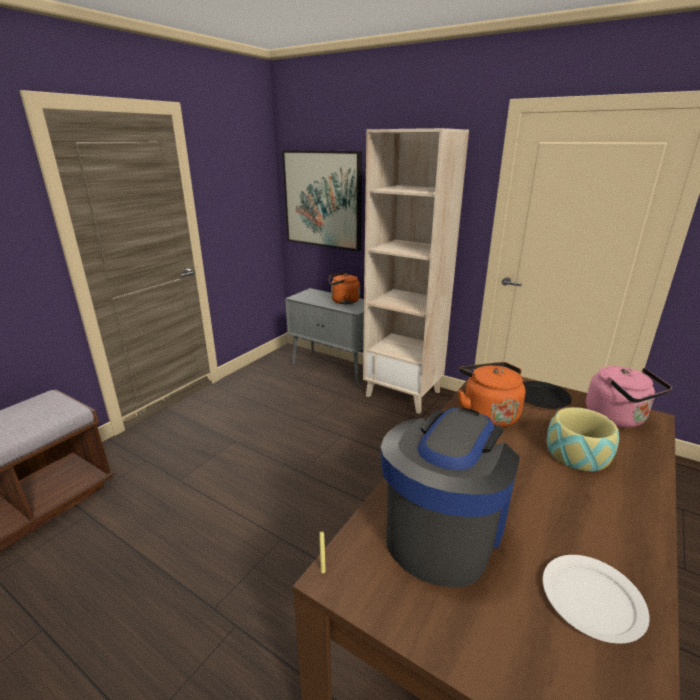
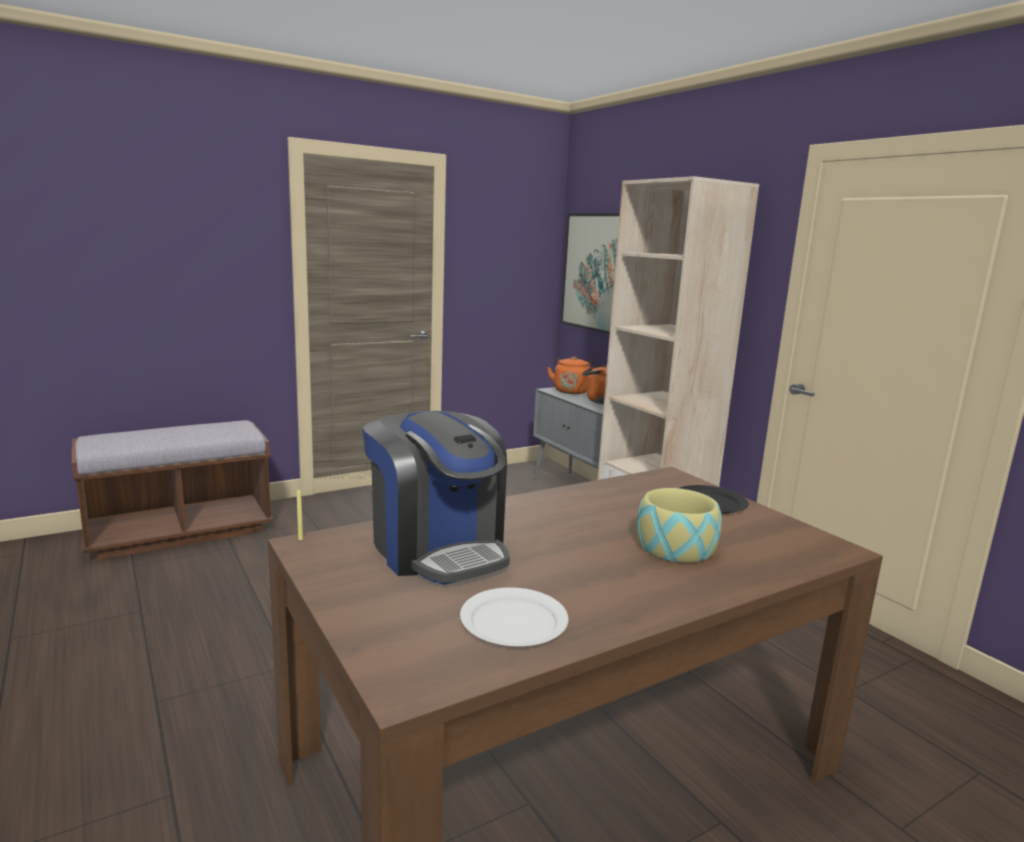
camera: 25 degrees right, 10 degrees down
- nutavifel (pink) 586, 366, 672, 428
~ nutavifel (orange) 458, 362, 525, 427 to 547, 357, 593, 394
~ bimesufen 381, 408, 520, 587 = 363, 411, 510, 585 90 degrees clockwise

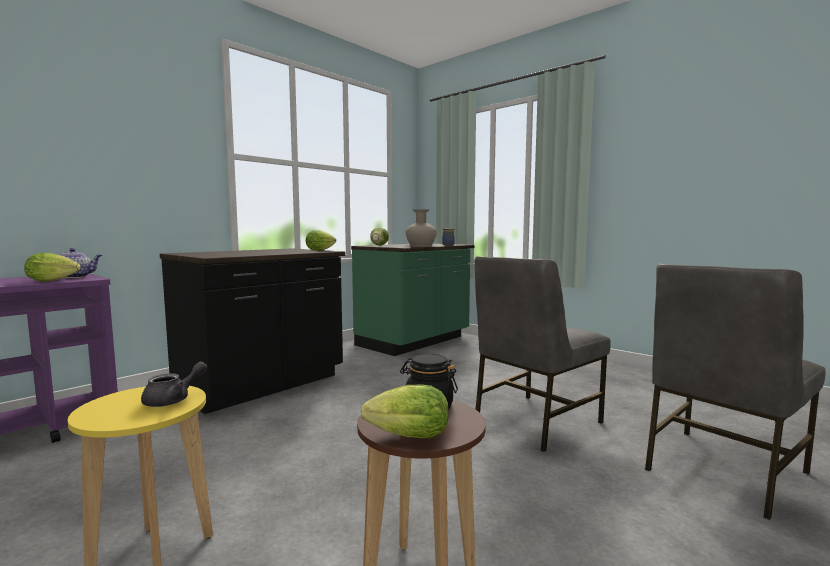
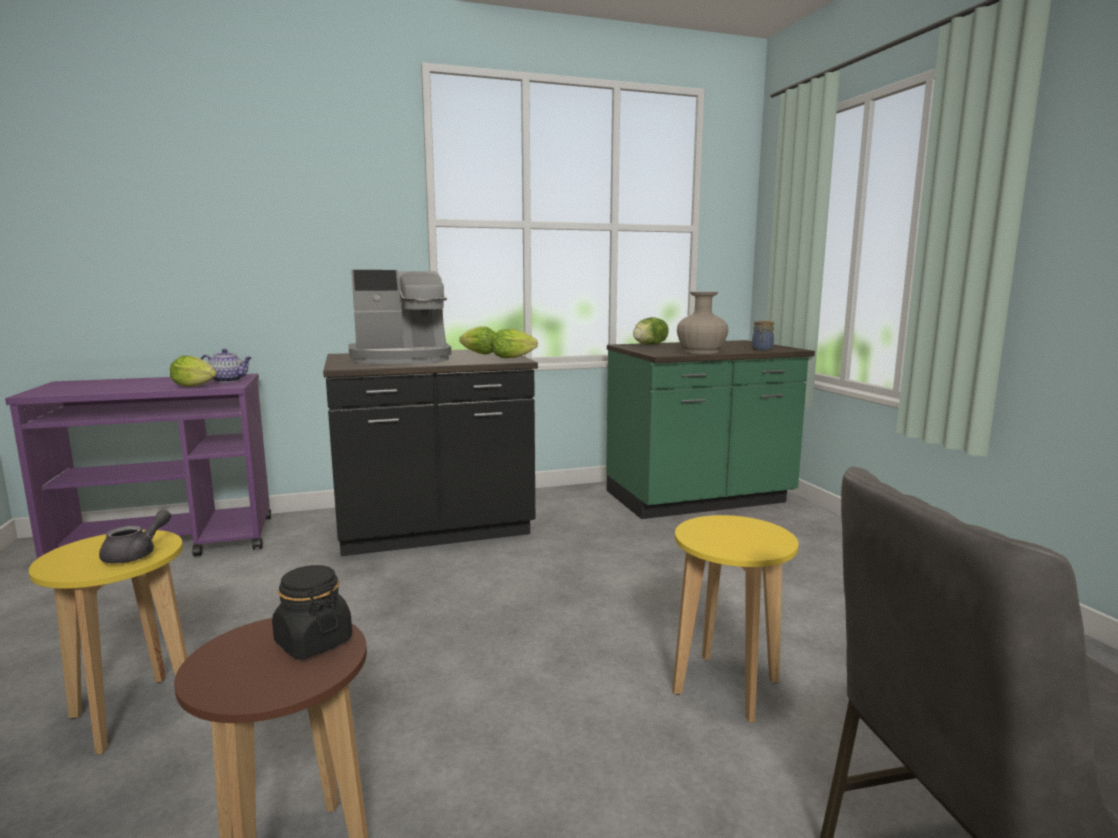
camera: 30 degrees right, 5 degrees up
+ bimesufen 349, 270, 451, 365
~ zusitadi 361, 385, 449, 439 to 459, 326, 495, 355
~ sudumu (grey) 474, 256, 611, 452 to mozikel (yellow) 672, 515, 799, 723
~ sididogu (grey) 141, 362, 207, 407 = 99, 510, 171, 564 45 degrees counterclockwise

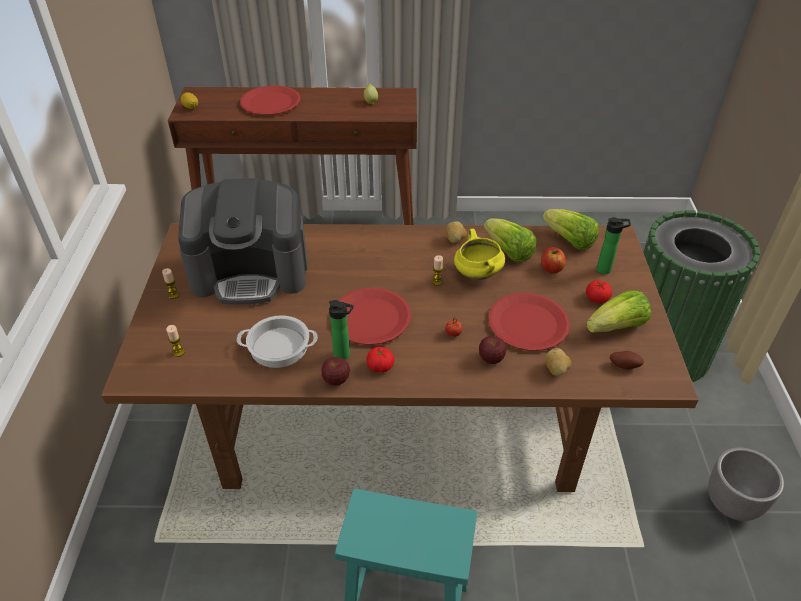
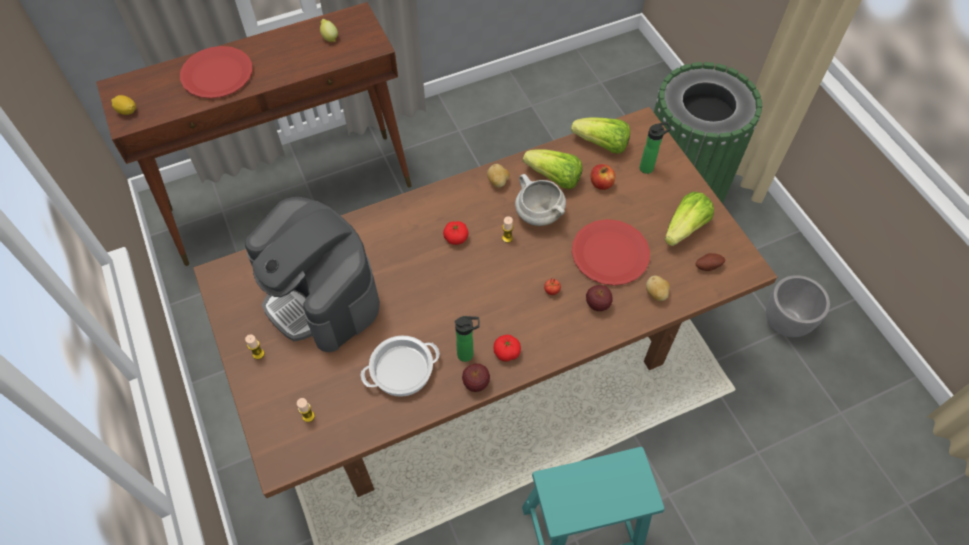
camera: 25 degrees left, 15 degrees up
- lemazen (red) 338, 288, 411, 345
~ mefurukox 586, 280, 612, 303 to 443, 221, 469, 245
~ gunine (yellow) 454, 229, 505, 280 to gunine (white) 515, 174, 566, 226
~ bimesufen 178, 178, 308, 305 = 245, 197, 380, 352 75 degrees clockwise

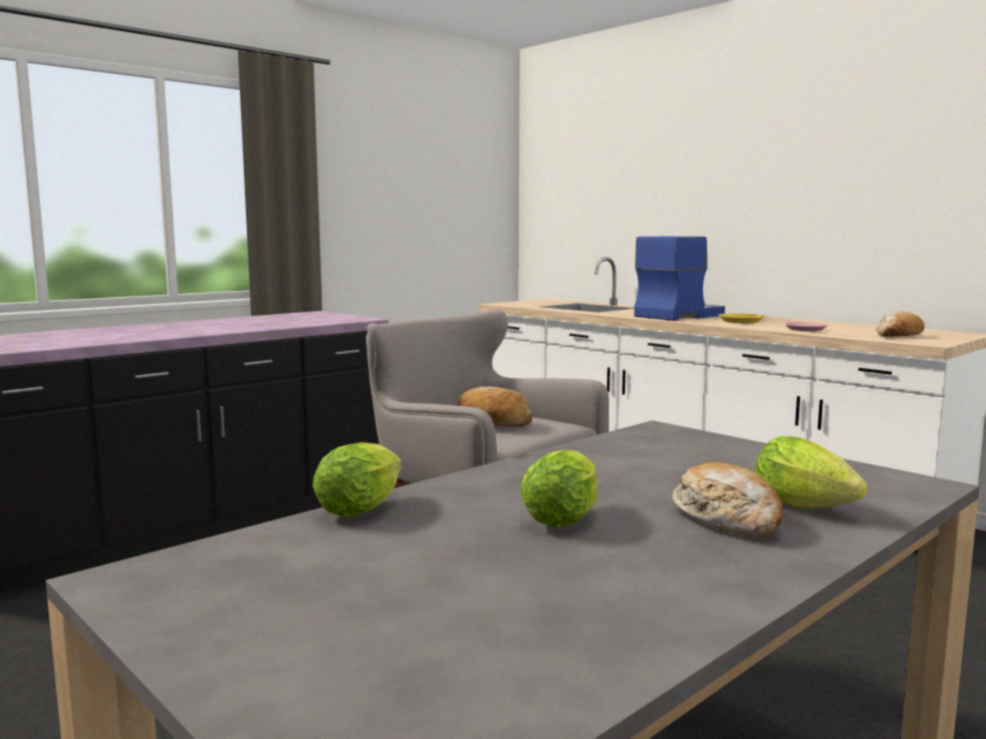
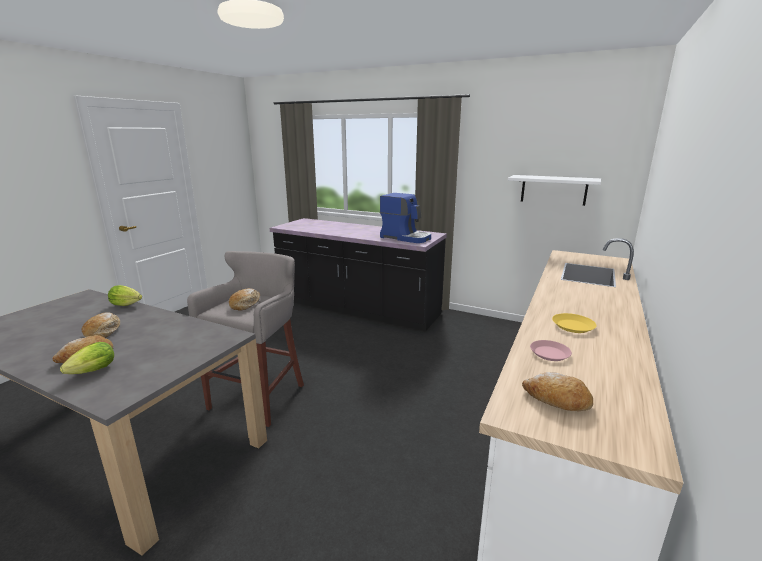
camera: 70 degrees right, 10 degrees up
+ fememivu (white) 508, 175, 601, 206
~ bimesufen 634, 236, 725, 321 to 380, 193, 431, 243
~ zusitadi 520, 450, 598, 528 to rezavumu 82, 312, 121, 338

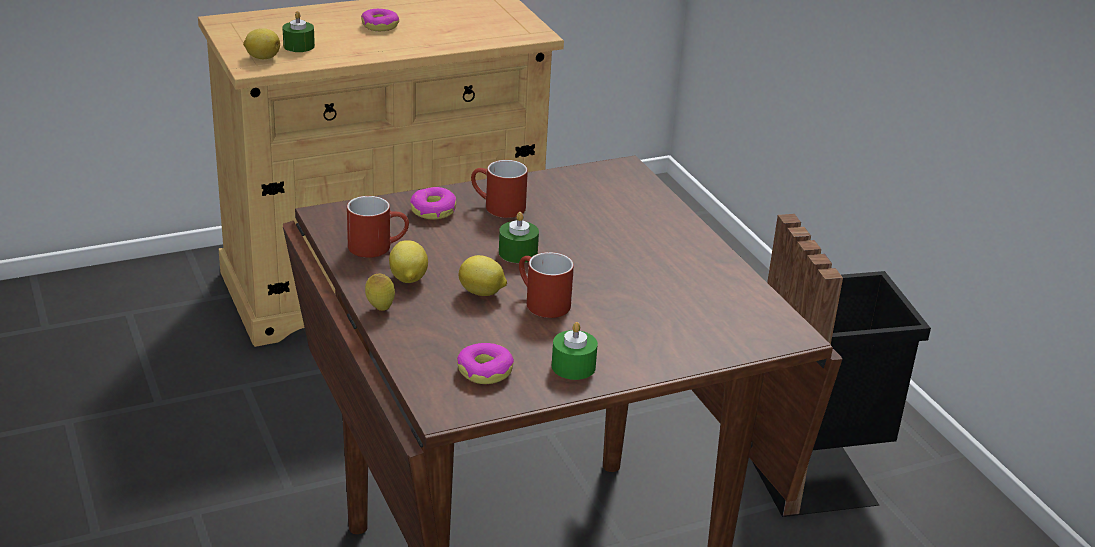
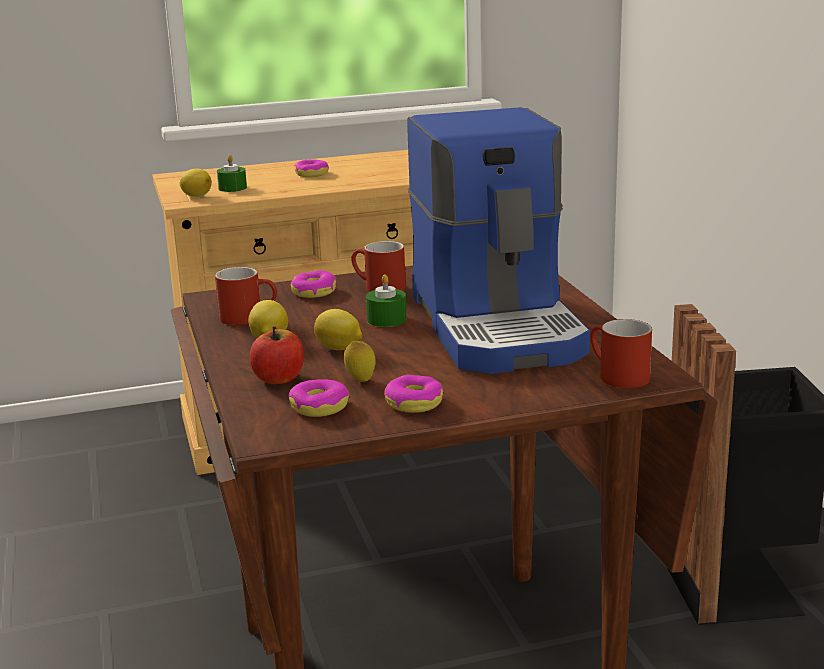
camera: 10 degrees right, 10 degrees down
+ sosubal 250, 327, 304, 384
+ bimesufen 407, 107, 590, 374
~ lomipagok 365, 274, 395, 311 to 344, 341, 376, 382
~ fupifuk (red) 519, 252, 574, 318 to 590, 319, 652, 389
~ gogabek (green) 552, 322, 598, 380 to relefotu 384, 375, 444, 413

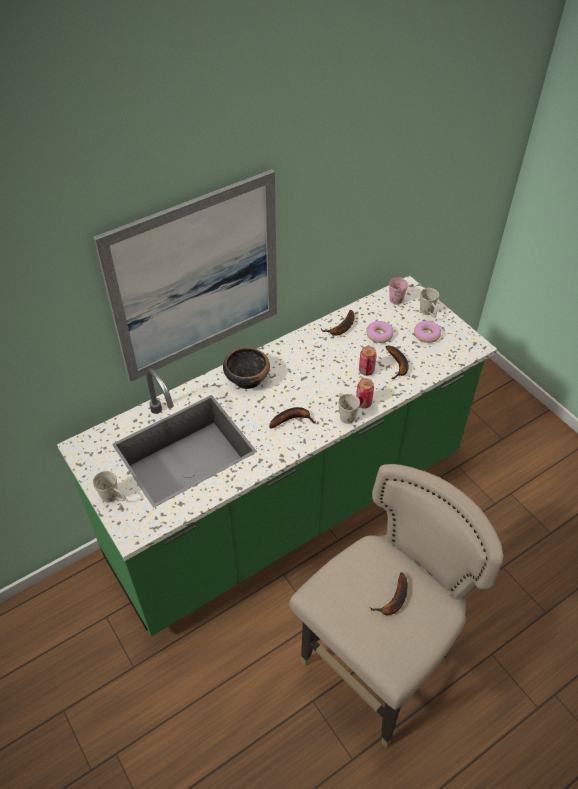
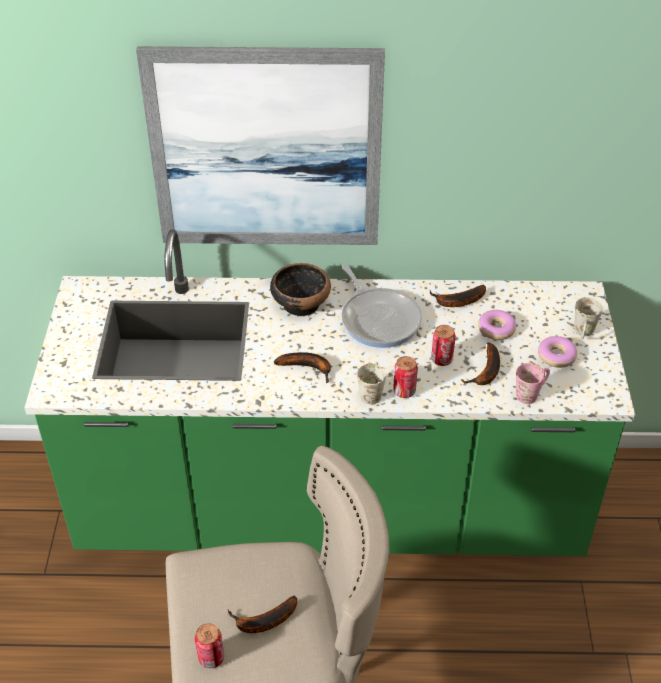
camera: 35 degrees right, 5 degrees down
- fupifuk (white) 93, 471, 126, 502
+ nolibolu 195, 623, 224, 669
+ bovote 342, 265, 422, 348
~ fupifuk (pink) 389, 278, 408, 305 to 516, 363, 550, 404

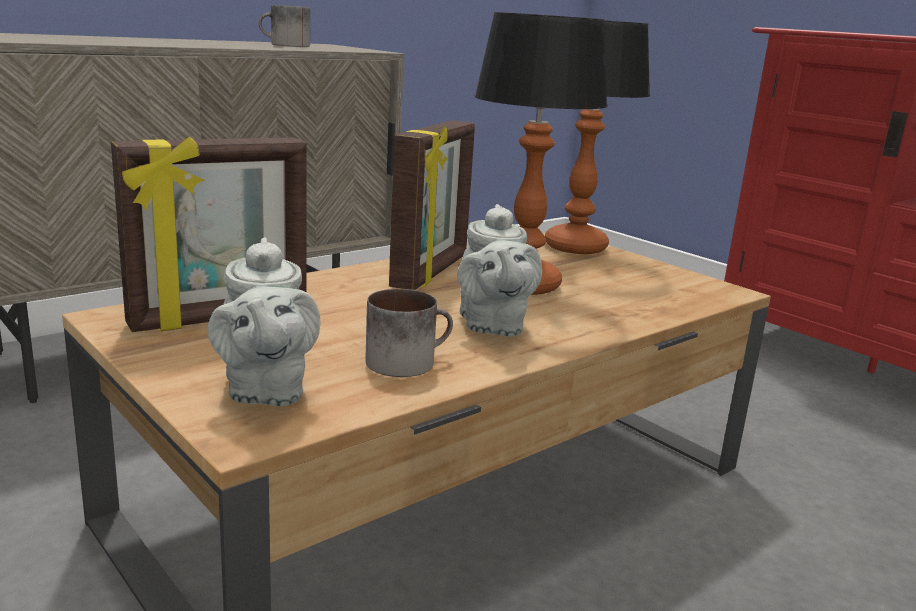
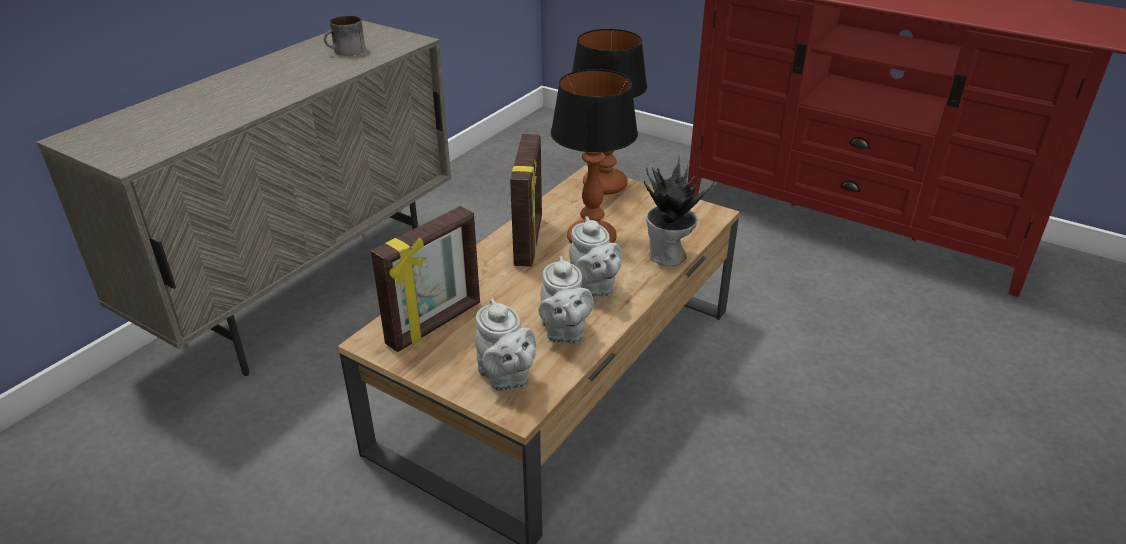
camera: 15 degrees left, 15 degrees up
+ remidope 644, 156, 715, 266
~ fupifuk 365, 289, 453, 377 to sididogu (grey) 538, 256, 594, 343

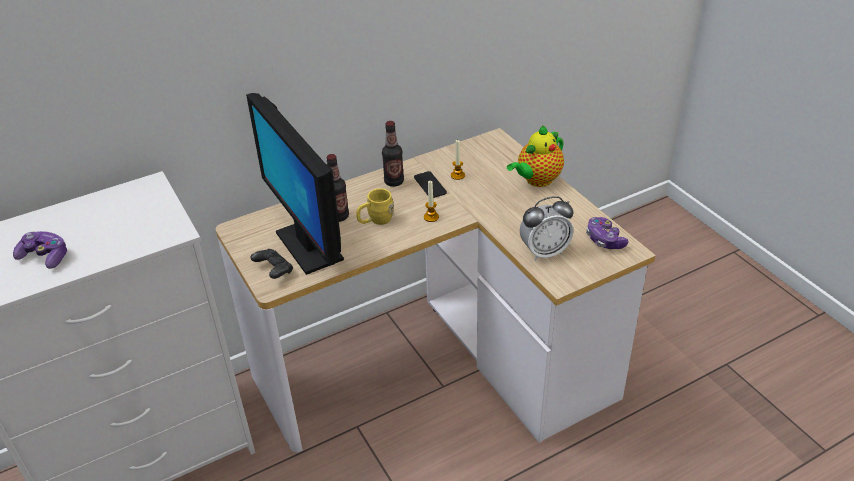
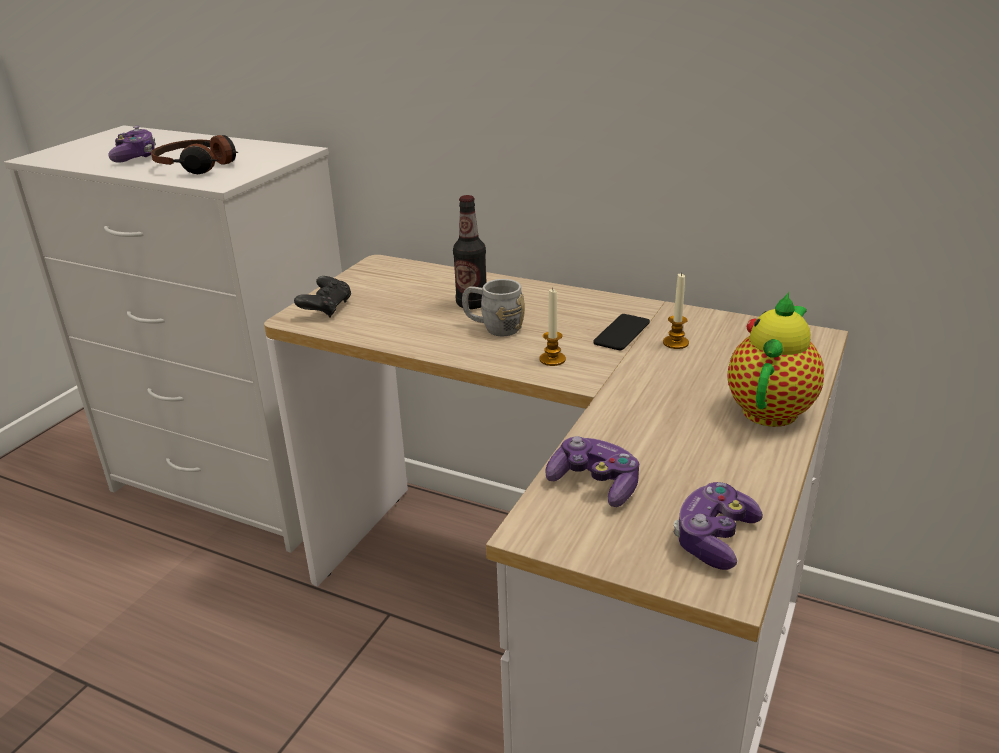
camera: 55 degrees right, 10 degrees down
- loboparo 246, 93, 344, 275
- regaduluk 382, 121, 404, 187
+ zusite 151, 135, 238, 174
~ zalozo 520, 196, 574, 261 to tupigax 545, 436, 639, 507
~ fupifuk (yellow) 356, 188, 394, 225 to fupifuk (grey) 462, 279, 525, 336
~ sididogu 507, 125, 564, 187 = 727, 292, 824, 427 105 degrees clockwise

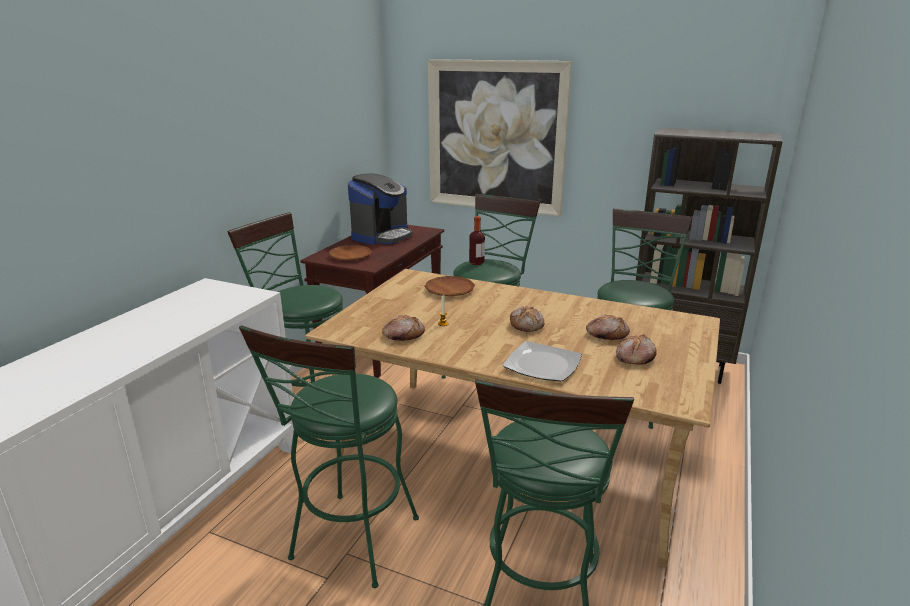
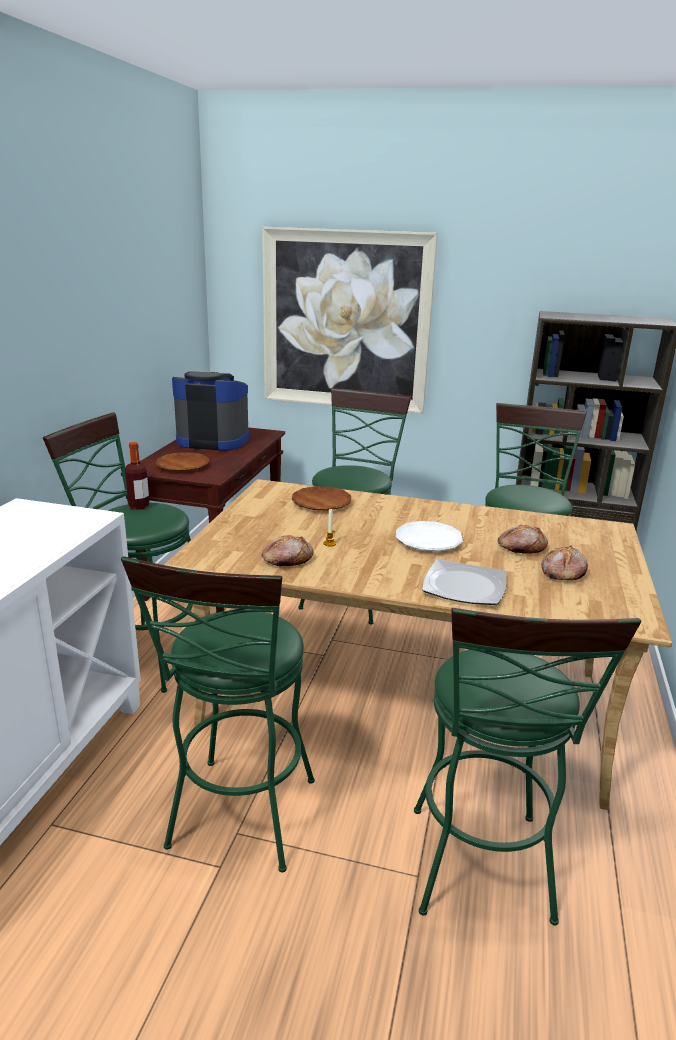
camera: 10 degrees left, 0 degrees up
~ regaduluk 469, 216, 485, 265 to 125, 442, 150, 510
~ rezavumu 510, 306, 544, 332 to lemazen (white) 396, 521, 463, 551
~ bimesufen 348, 174, 413, 245 = 172, 371, 249, 451 105 degrees counterclockwise

